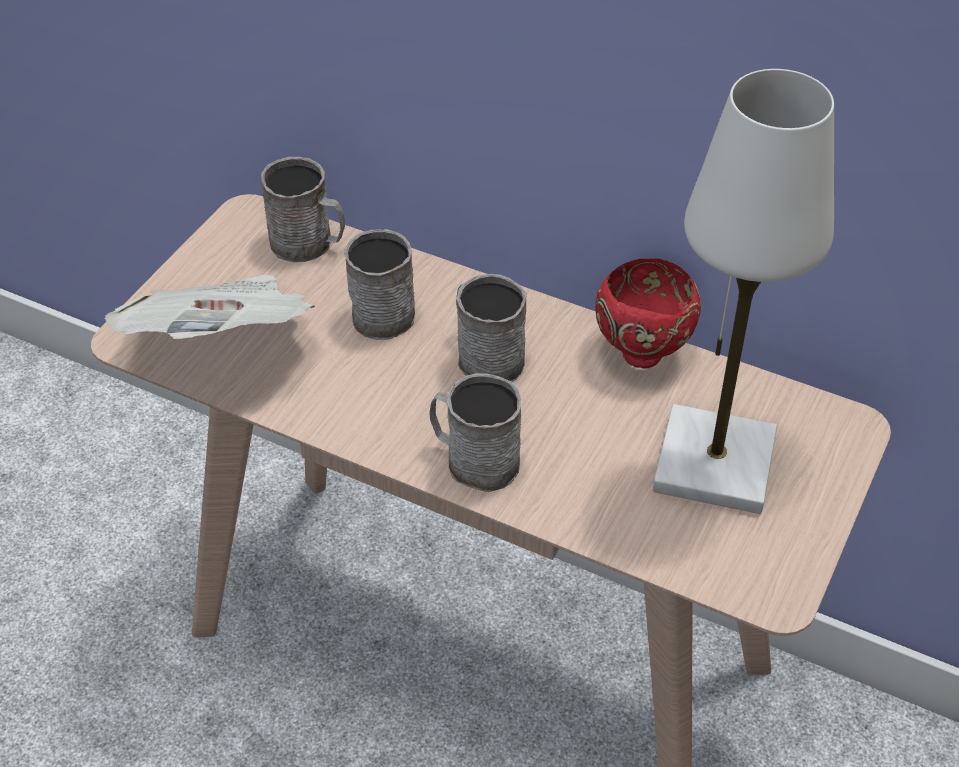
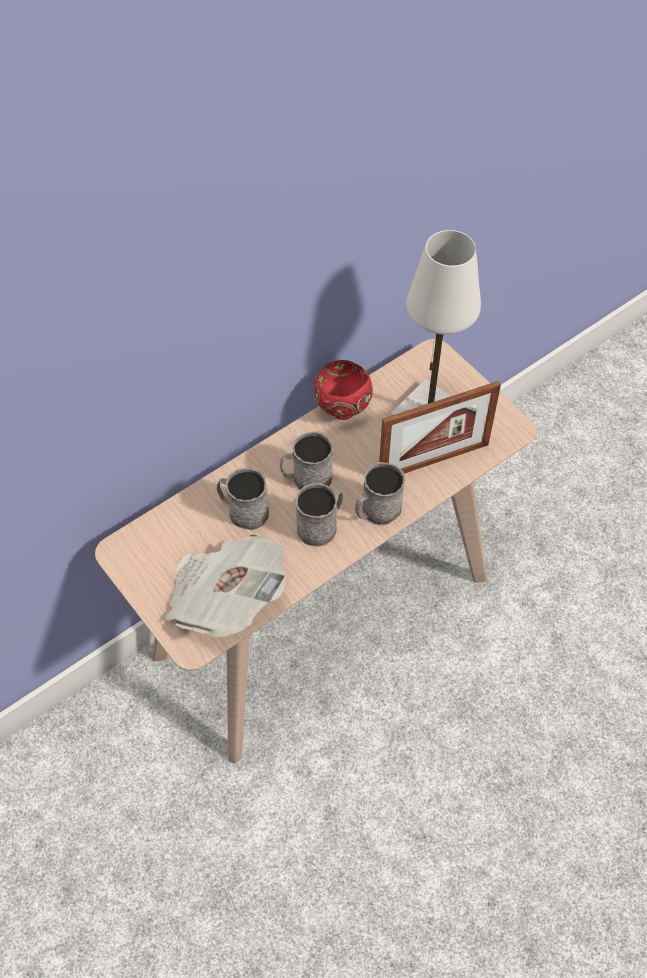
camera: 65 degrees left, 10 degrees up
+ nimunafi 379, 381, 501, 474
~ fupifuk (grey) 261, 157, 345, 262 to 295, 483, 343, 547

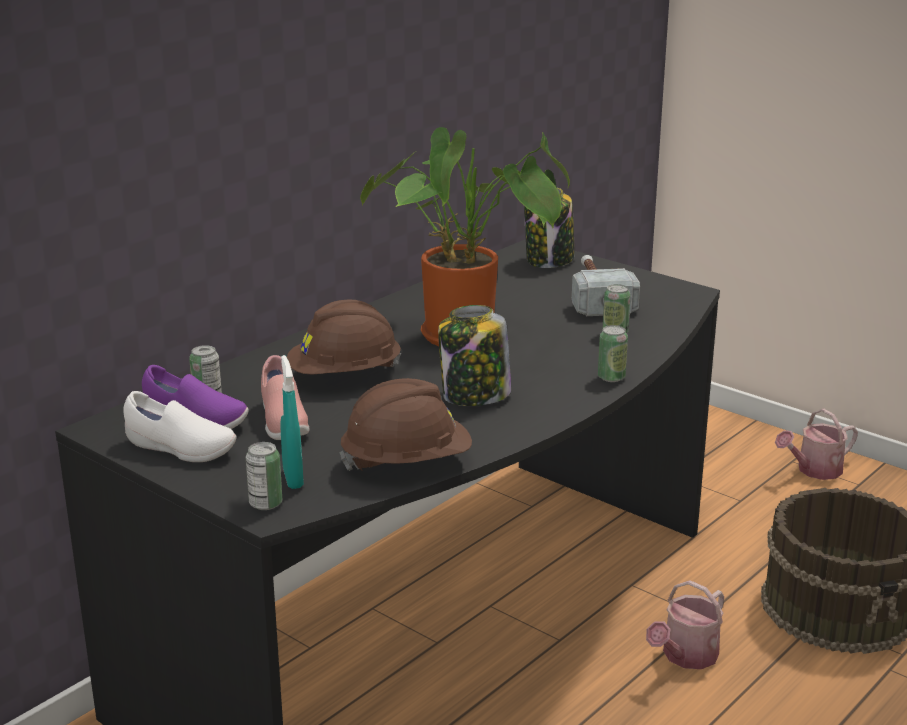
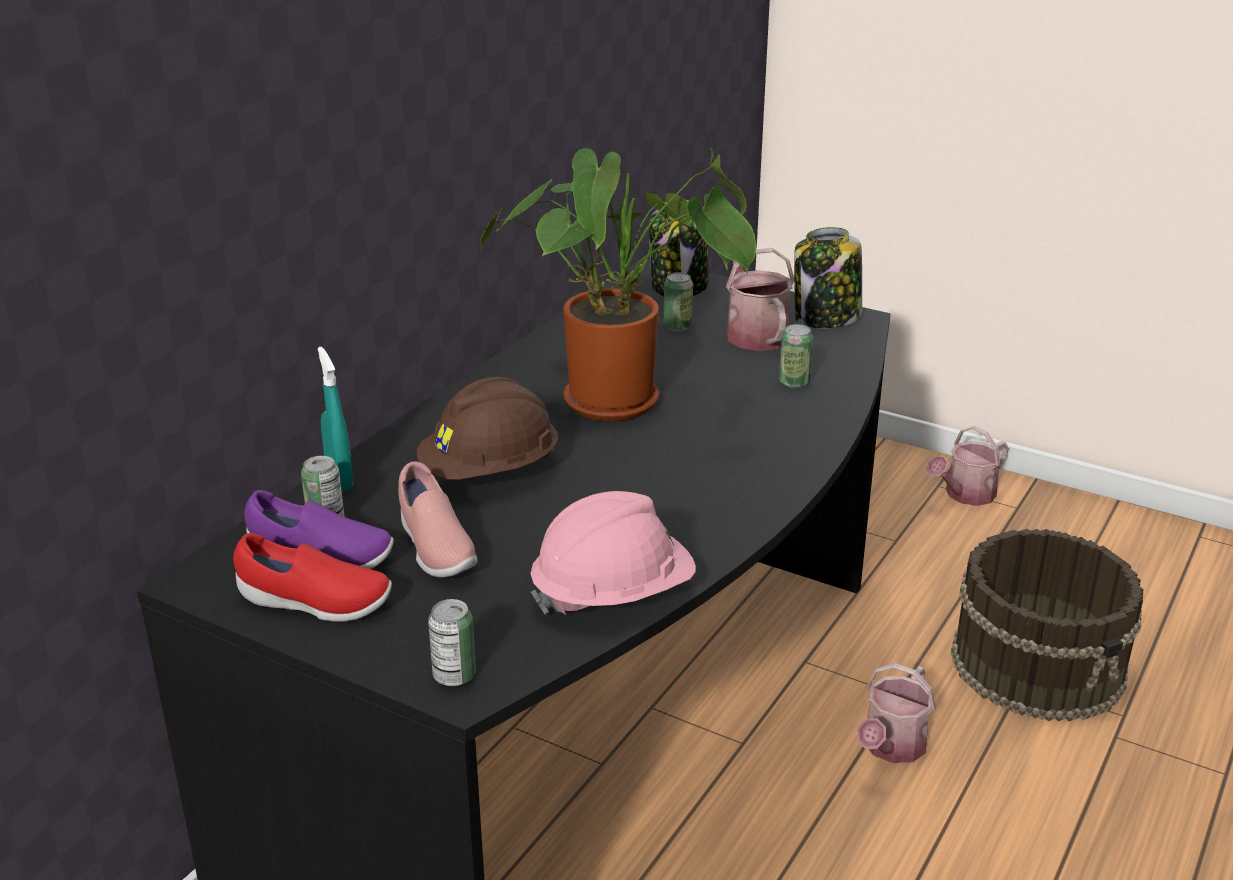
camera: 10 degrees left, 5 degrees up
~ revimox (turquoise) 281, 355, 304, 489 to 318, 347, 353, 491
~ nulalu 438, 305, 511, 406 to 794, 227, 862, 329
~ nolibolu 598, 325, 628, 382 to 663, 272, 693, 331
~ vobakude 572, 255, 640, 316 to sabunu 726, 248, 795, 351
~ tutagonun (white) 123, 391, 236, 462 to tutagonun (red) 233, 533, 392, 622
~ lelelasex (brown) 339, 378, 472, 471 to lelelasex (pink) 530, 491, 696, 615

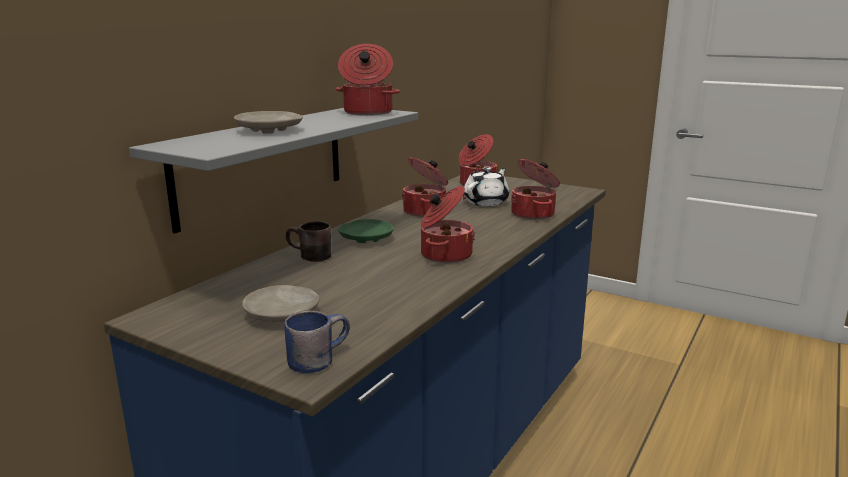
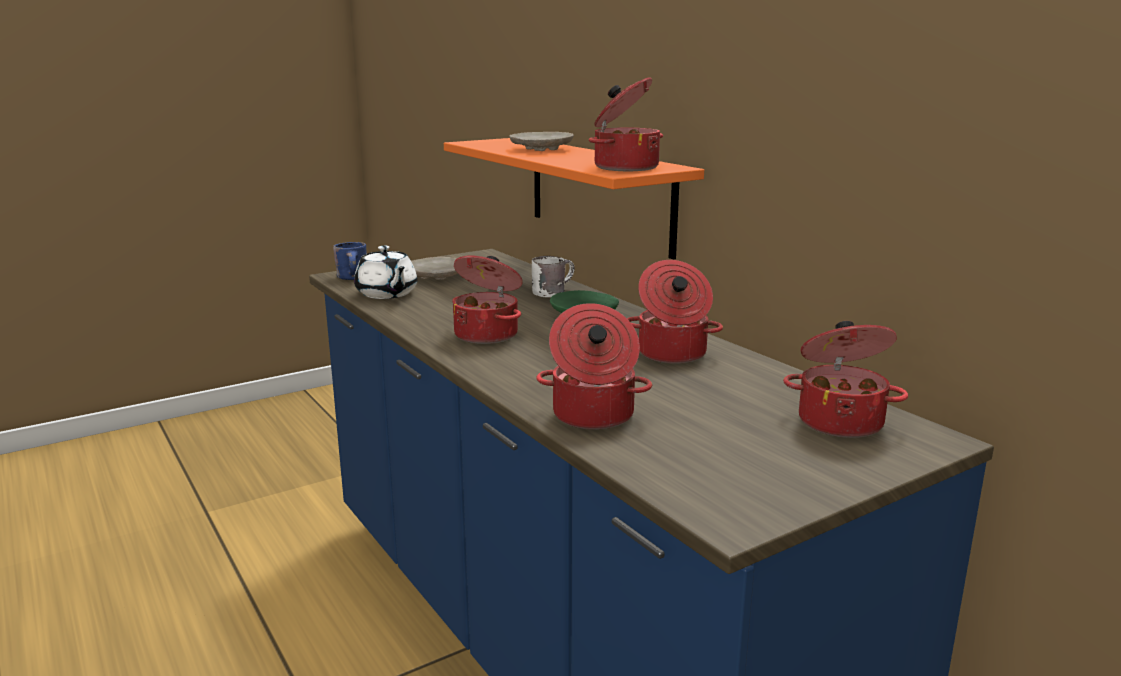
camera: 115 degrees right, 0 degrees up
~ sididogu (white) 464, 167, 509, 206 to 354, 245, 417, 299
~ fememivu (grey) 129, 108, 418, 234 to fememivu (orange) 444, 138, 704, 260
~ fupifuk (brown) 285, 221, 331, 262 to fupifuk (white) 532, 256, 575, 298

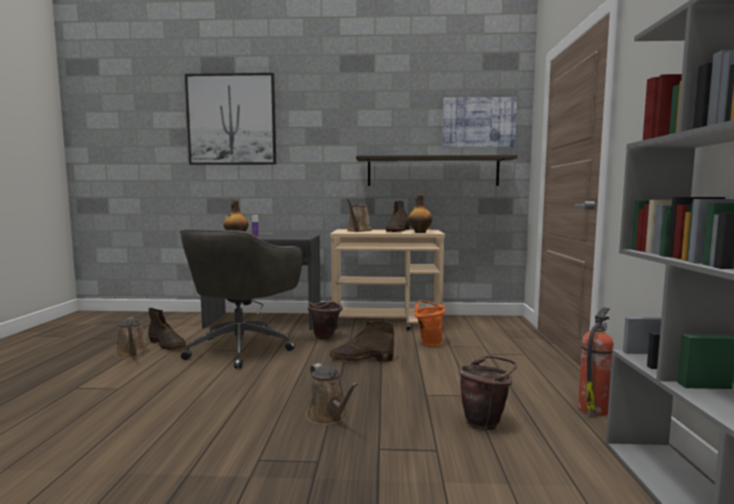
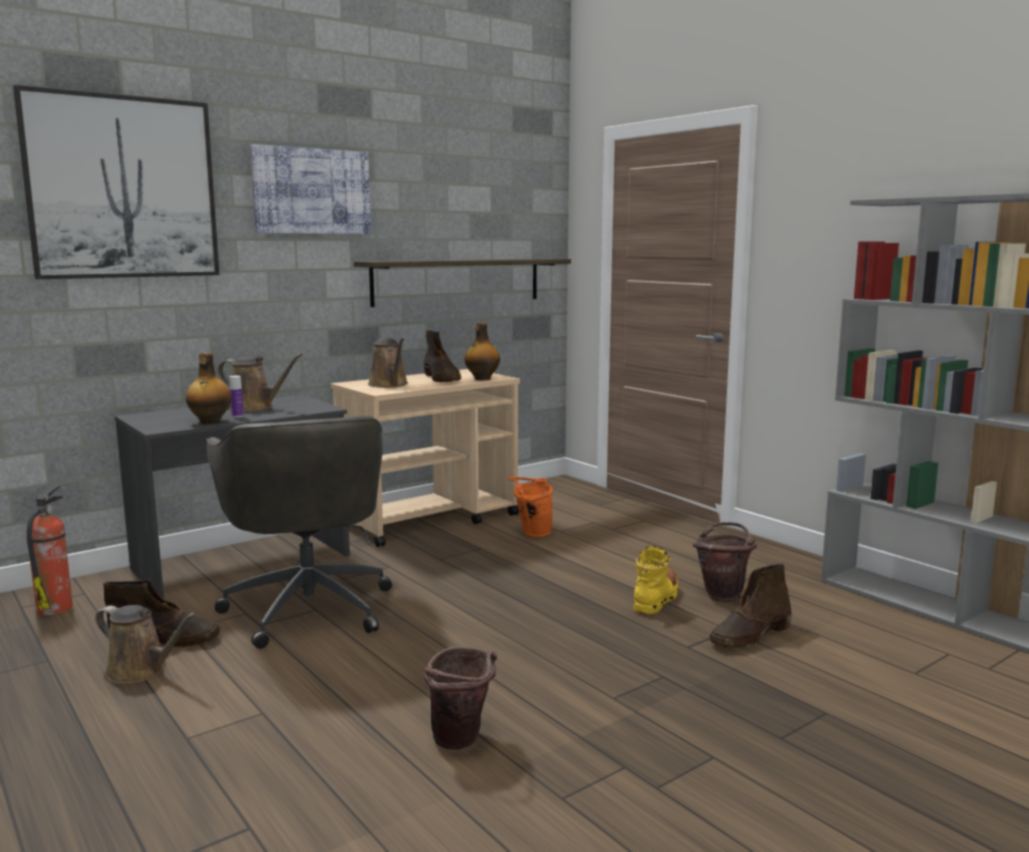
camera: 40 degrees left, 5 degrees up
+ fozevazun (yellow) 633, 546, 679, 614
~ sabunu (brown) 306, 363, 358, 425 to 218, 353, 303, 411
~ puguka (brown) 308, 301, 343, 340 to 424, 647, 497, 750
~ fozevazun (brown) 330, 321, 394, 362 to 709, 564, 792, 648
~ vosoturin 442, 97, 517, 148 to 250, 144, 371, 234
~ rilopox 578, 307, 614, 416 to 26, 486, 73, 615

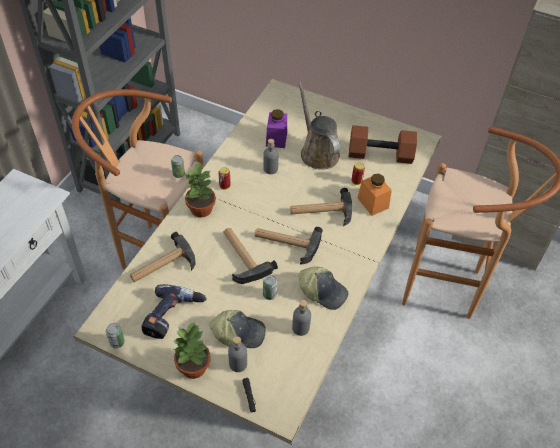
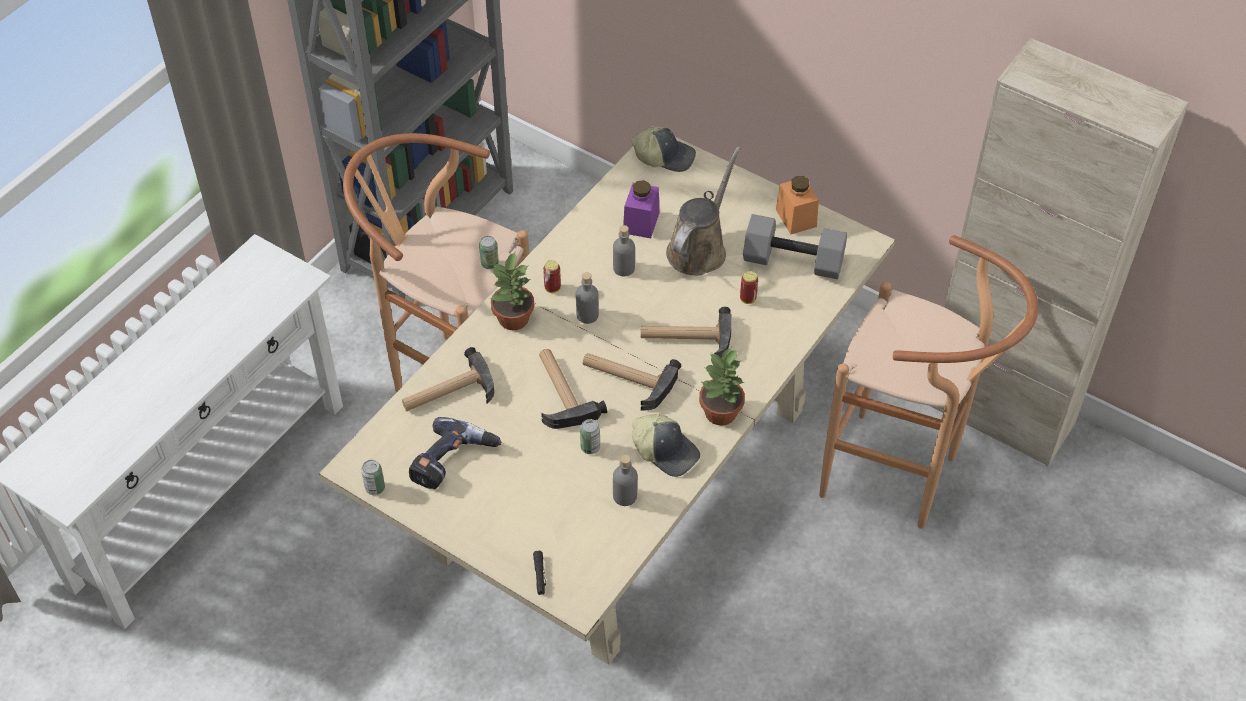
camera: 10 degrees right, 0 degrees up
~ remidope 173, 322, 211, 379 to 699, 347, 745, 425
~ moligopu 210, 310, 266, 348 to 632, 126, 696, 172
~ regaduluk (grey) 228, 336, 247, 372 to 576, 272, 599, 324
~ nulalu (orange) 358, 174, 392, 216 to 776, 176, 819, 234
~ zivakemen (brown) 349, 125, 417, 164 to zivakemen (grey) 743, 214, 847, 279
~ sabunu (brown) 298, 82, 340, 170 = 666, 147, 741, 275 45 degrees clockwise

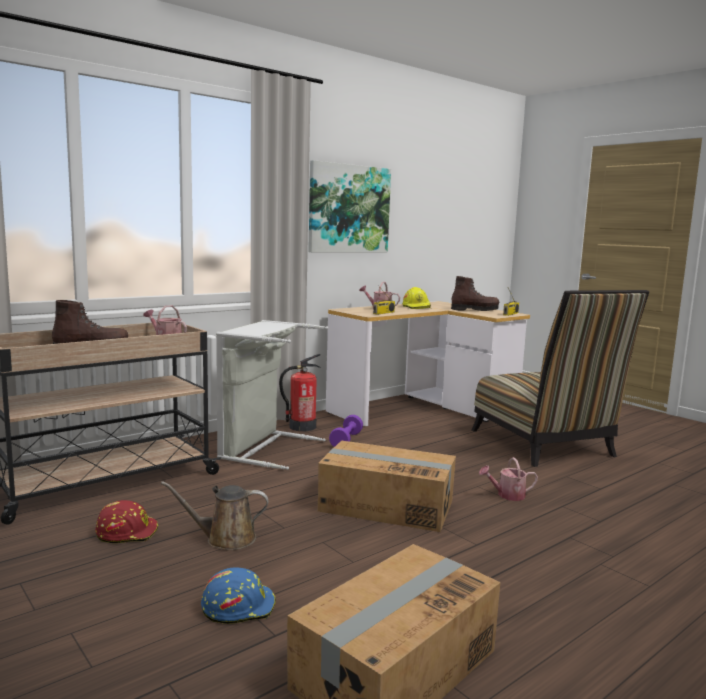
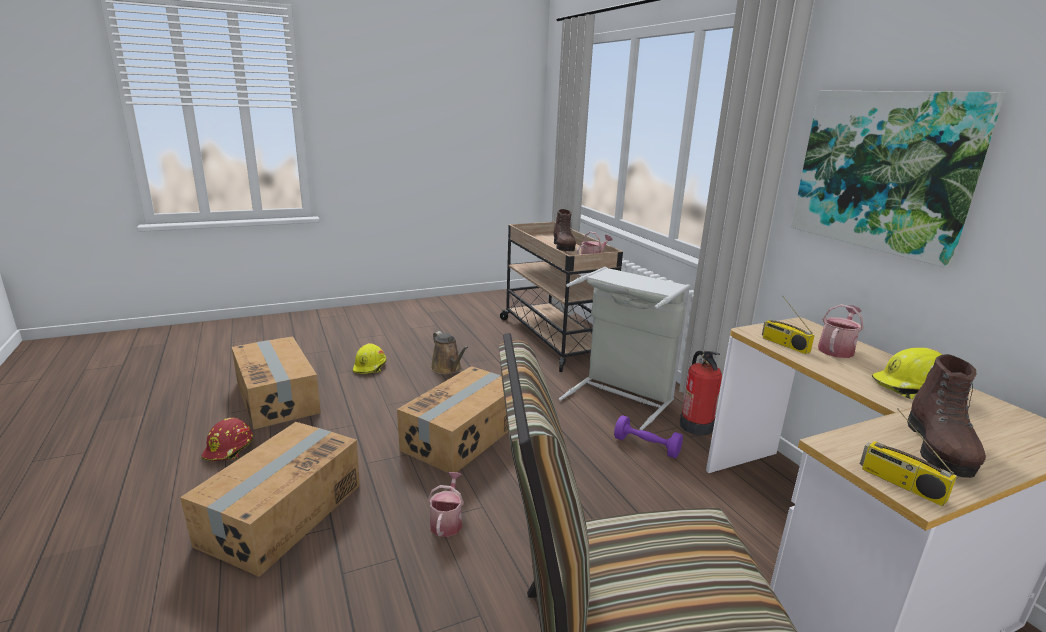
camera: 105 degrees right, 10 degrees up
+ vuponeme 180, 422, 360, 577
~ lelelasex (red) 95, 500, 158, 543 to 201, 418, 253, 461
~ lelelasex (blue) 201, 567, 276, 624 to lelelasex (yellow) 353, 343, 386, 374
~ sabunu (brown) 161, 481, 268, 550 = 431, 331, 468, 374 135 degrees clockwise

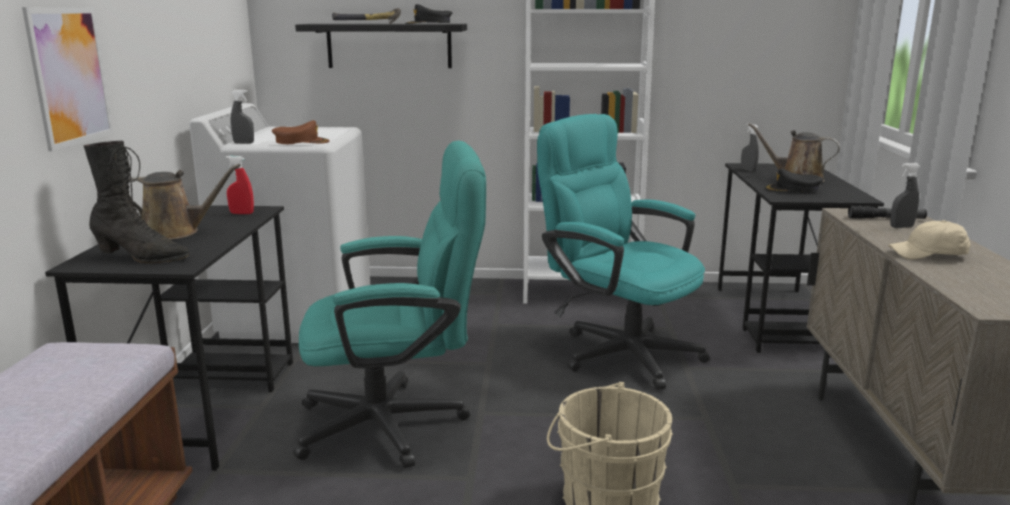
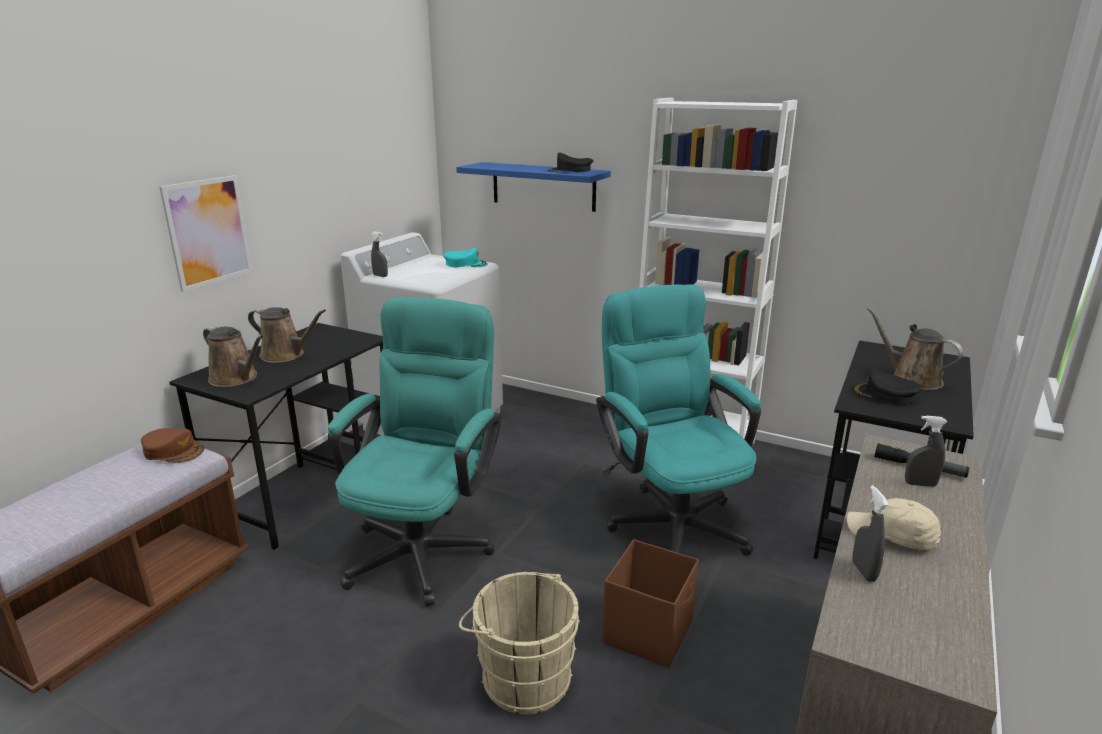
camera: 25 degrees right, 5 degrees up
- revimox (red) 226, 156, 254, 214
- vobakude 332, 8, 401, 24
+ moligopu (turquoise) 443, 248, 488, 268
+ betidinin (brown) 603, 540, 699, 668
~ moligopu (brown) 272, 120, 330, 144 to 141, 428, 204, 463
~ revimox (grey) 741, 123, 759, 171 to 852, 486, 889, 582
~ fozevazun (black) 84, 141, 190, 263 to sabunu (brown) 203, 326, 264, 387
~ fememivu (black) 295, 24, 467, 68 to fememivu (blue) 456, 162, 611, 212
~ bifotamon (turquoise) 293, 140, 486, 468 = 328, 297, 502, 607 90 degrees counterclockwise

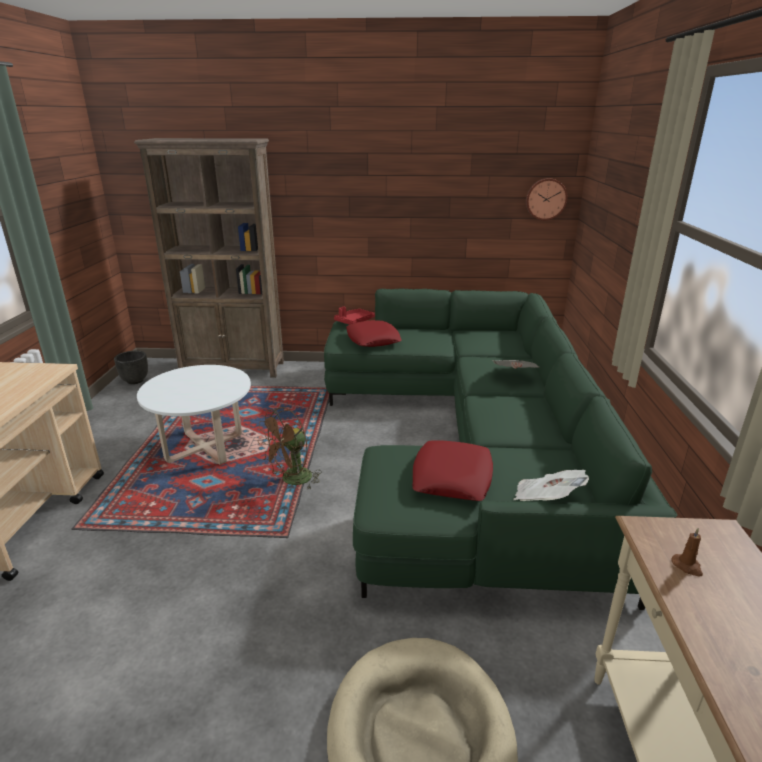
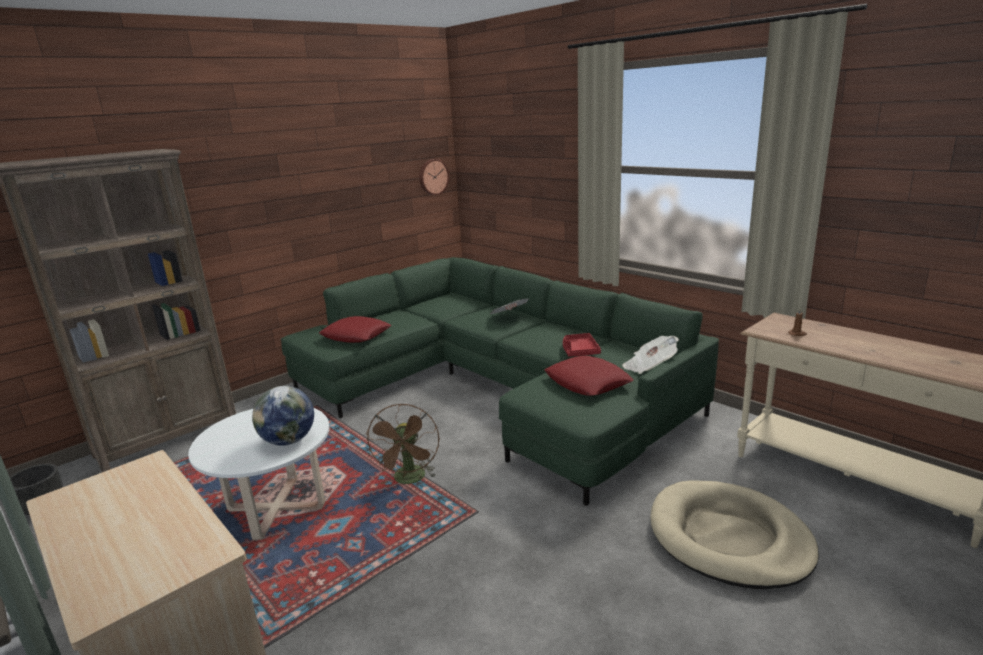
camera: 45 degrees left, 5 degrees down
+ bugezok 252, 386, 314, 446
~ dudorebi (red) 334, 306, 375, 325 to 563, 333, 601, 357

